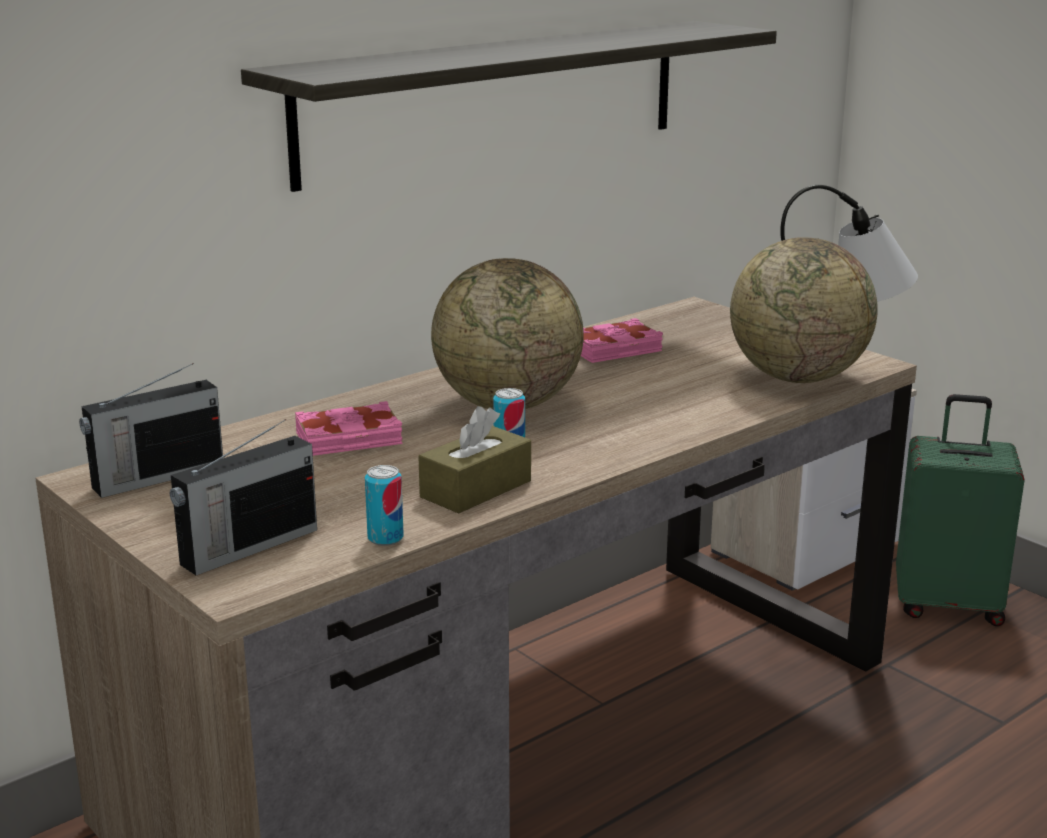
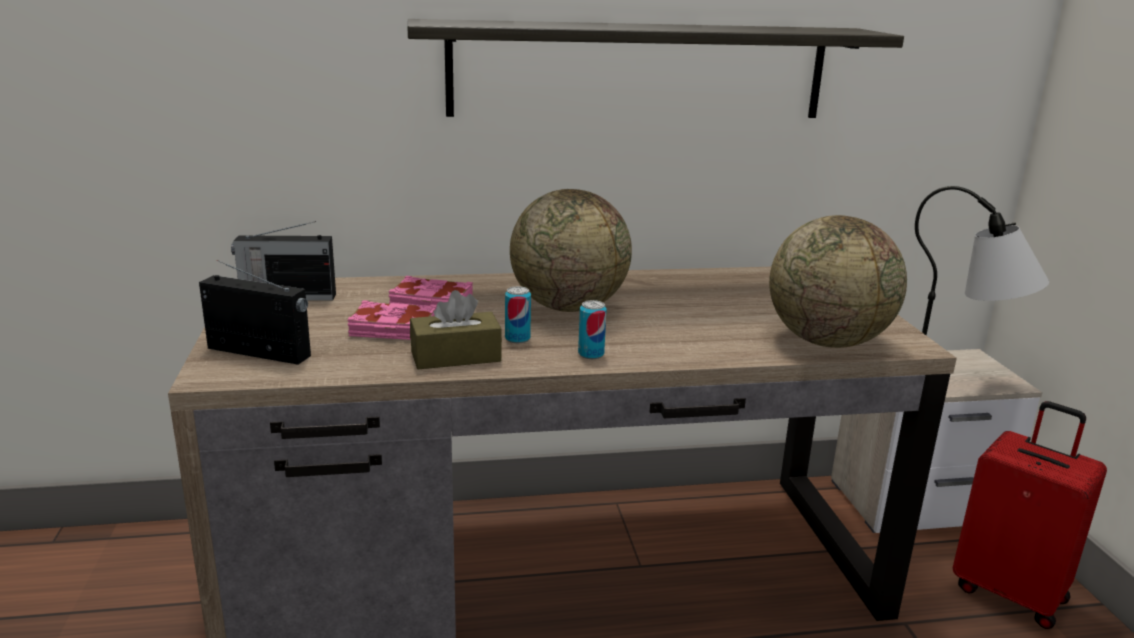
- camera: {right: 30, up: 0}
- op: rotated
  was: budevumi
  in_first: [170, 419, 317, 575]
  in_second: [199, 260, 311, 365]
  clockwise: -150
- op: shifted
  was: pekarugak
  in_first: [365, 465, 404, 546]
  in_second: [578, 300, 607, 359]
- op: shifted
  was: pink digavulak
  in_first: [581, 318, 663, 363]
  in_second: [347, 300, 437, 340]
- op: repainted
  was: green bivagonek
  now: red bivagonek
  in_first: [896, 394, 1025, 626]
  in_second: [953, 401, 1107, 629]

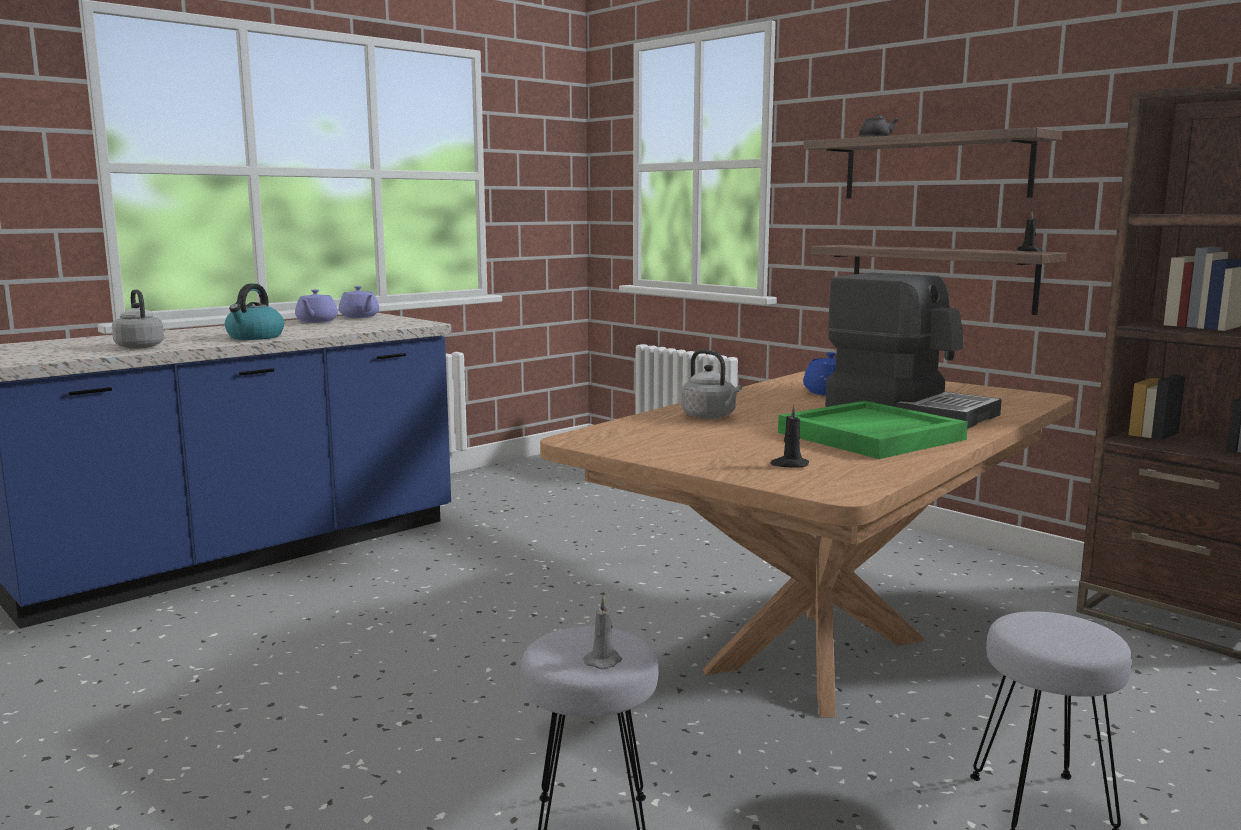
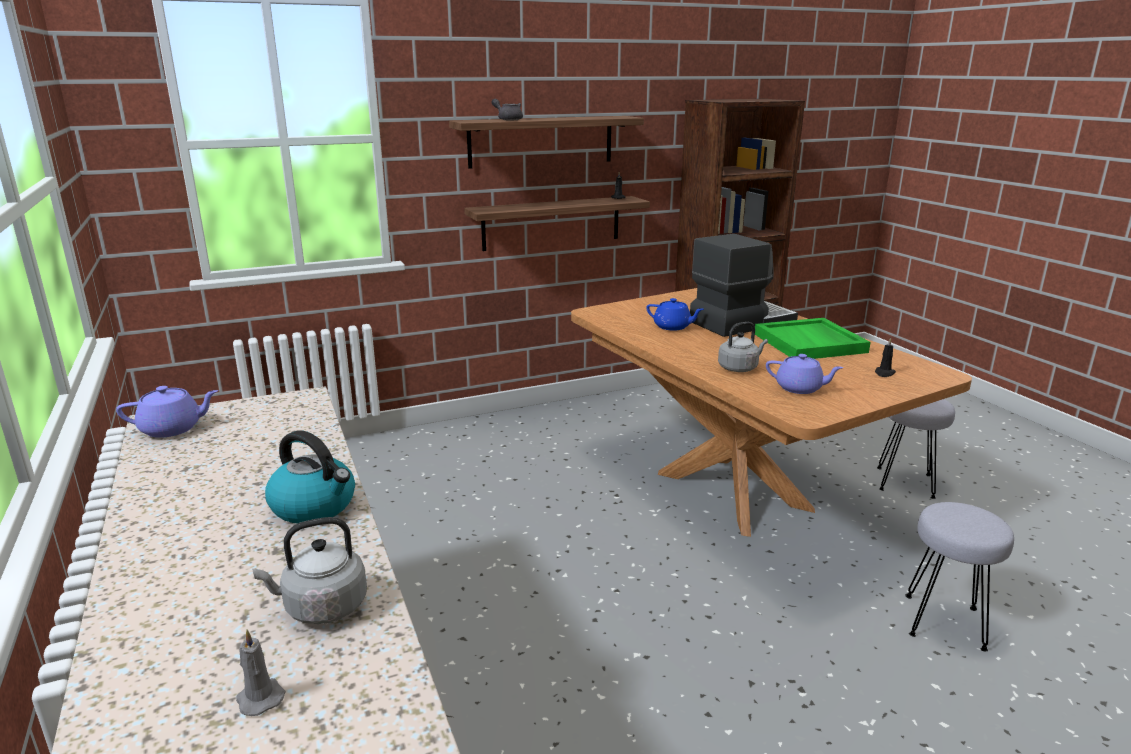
- camera: {right: -70, up: 10}
- op: shifted
  was: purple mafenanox
  in_first: [295, 289, 338, 323]
  in_second: [766, 354, 844, 394]
- op: shifted
  was: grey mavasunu
  in_first: [583, 596, 622, 670]
  in_second: [236, 630, 285, 716]

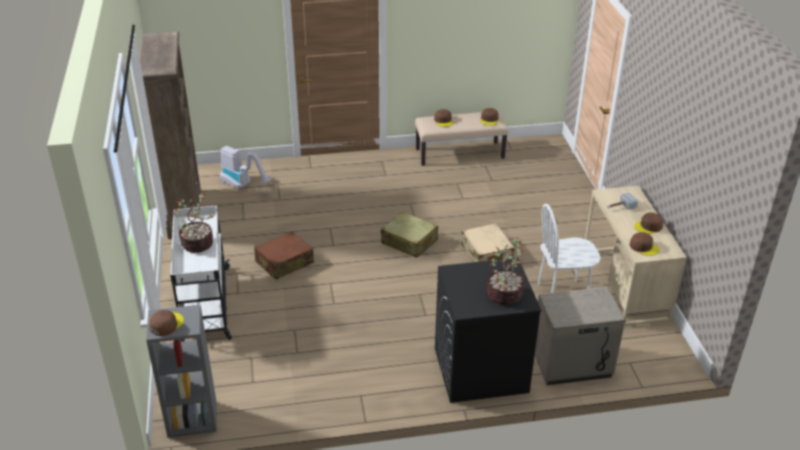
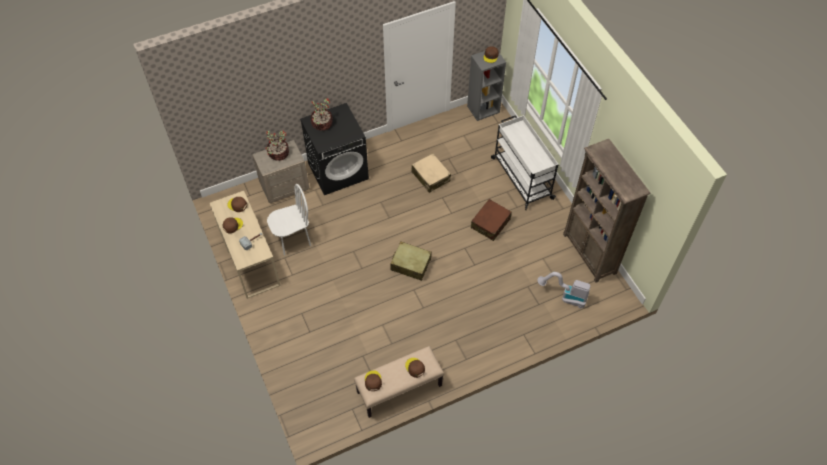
- camera: {right: 165, up: 20}
- op: shifted
  was: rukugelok
  in_first: [174, 194, 214, 253]
  in_second: [266, 131, 289, 161]
- op: shifted
  was: beige bivagonek
  in_first: [462, 223, 515, 262]
  in_second: [411, 153, 451, 193]

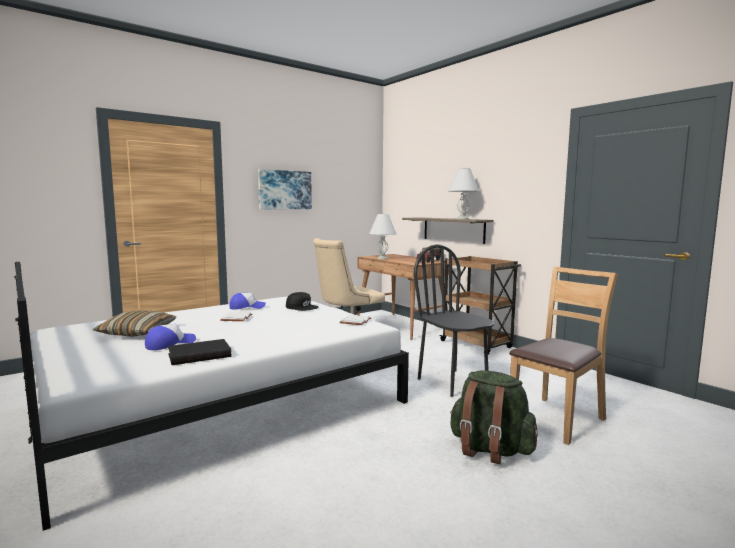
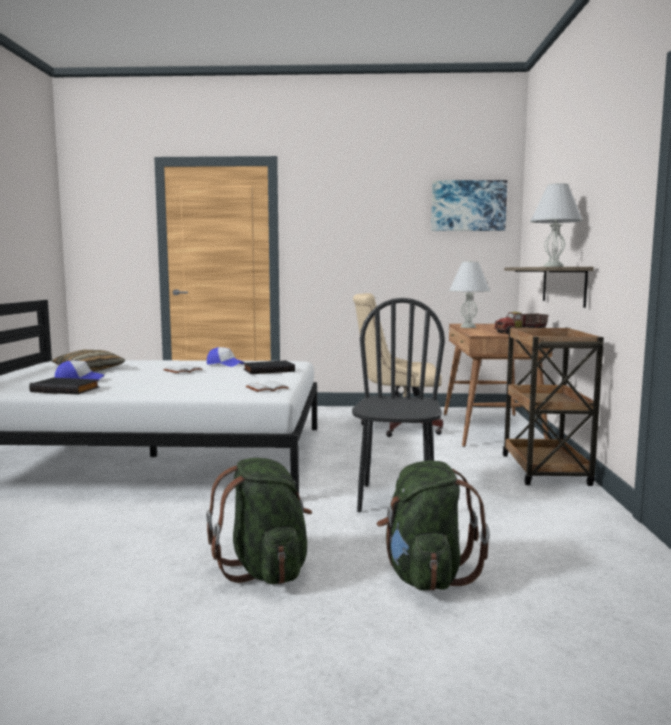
- camera: {right: 40, up: 0}
- op: shifted
  was: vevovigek
  in_first: [258, 169, 312, 209]
  in_second: [431, 180, 507, 231]
- op: swapped
  was: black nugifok
  now: black digavulak
  in_first: [286, 292, 318, 311]
  in_second: [243, 360, 295, 374]
- op: swapped
  was: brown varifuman
  now: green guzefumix
  in_first: [509, 267, 618, 445]
  in_second: [377, 460, 490, 591]

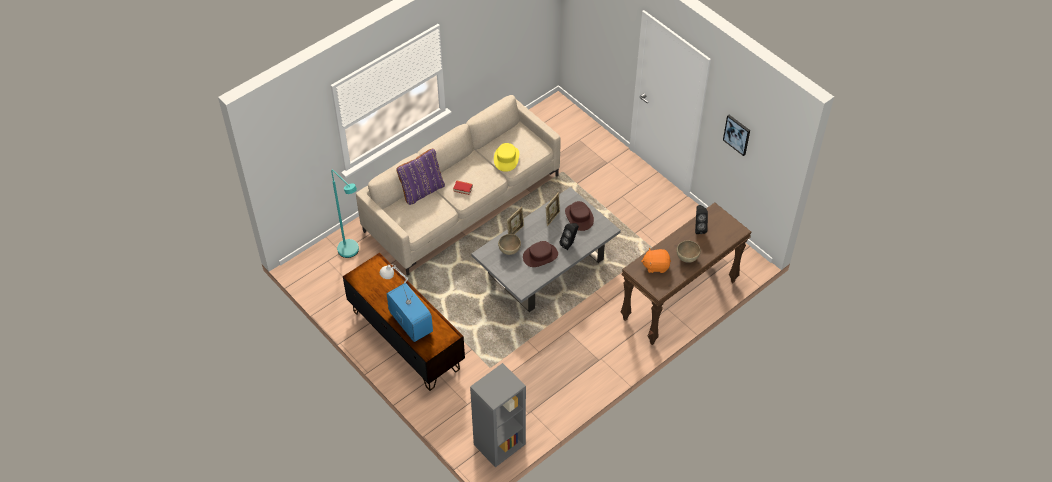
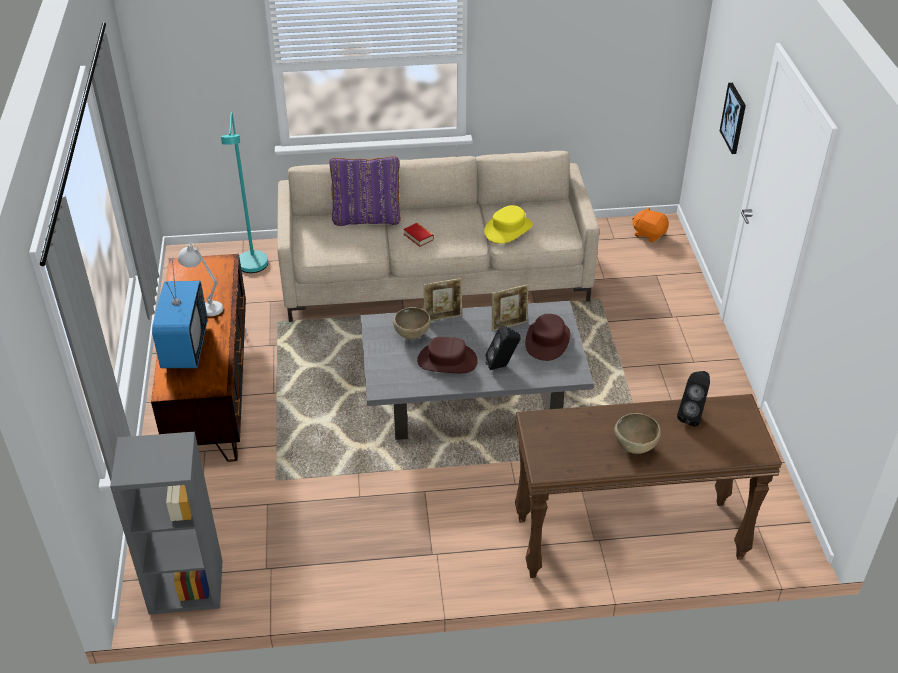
- camera: {right: 35, up: -10}
- op: shifted
  was: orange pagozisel
  in_first: [641, 248, 671, 273]
  in_second: [632, 208, 669, 242]
- op: shifted
  was: vevovigek
  in_first: [723, 115, 750, 156]
  in_second: [720, 83, 746, 154]

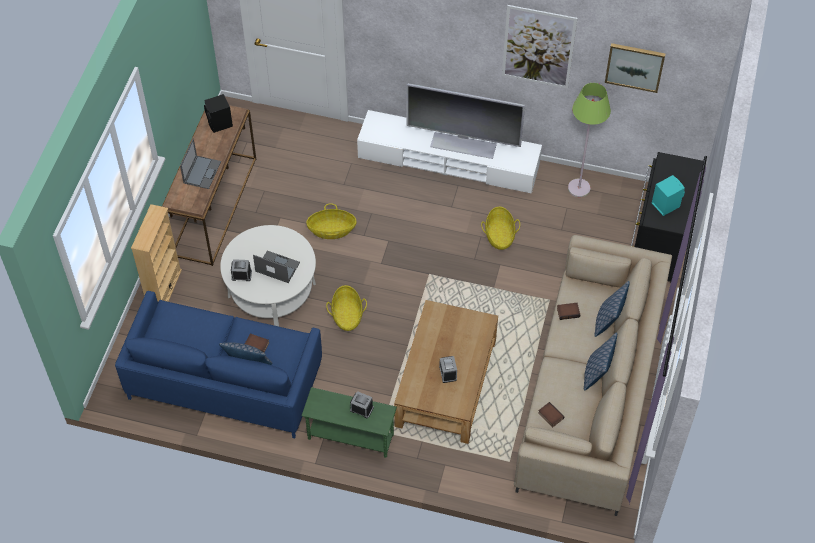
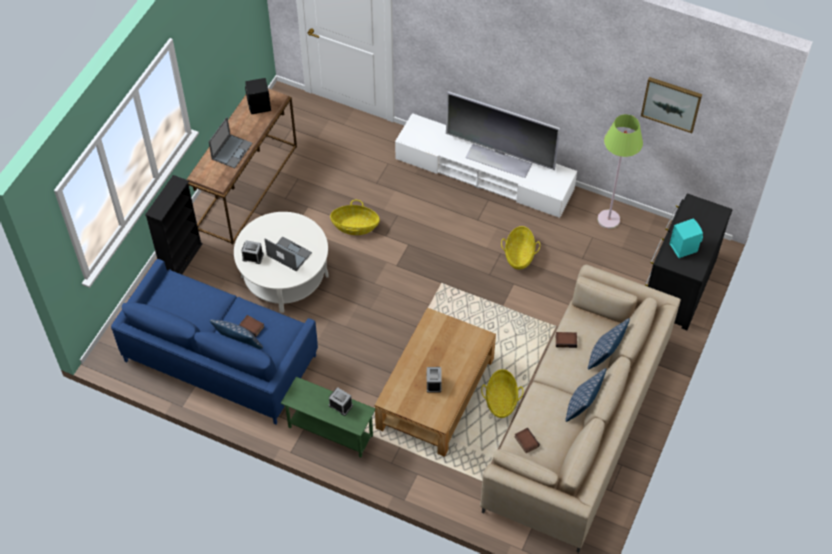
- camera: {right: 10, up: 0}
- op: repainted
  was: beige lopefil
  now: black lopefil
  in_first: [131, 204, 182, 302]
  in_second: [145, 175, 203, 274]
- op: shifted
  was: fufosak
  in_first: [326, 285, 367, 331]
  in_second: [481, 369, 524, 418]
- op: gone
  was: vevovigek
  in_first: [502, 5, 578, 89]

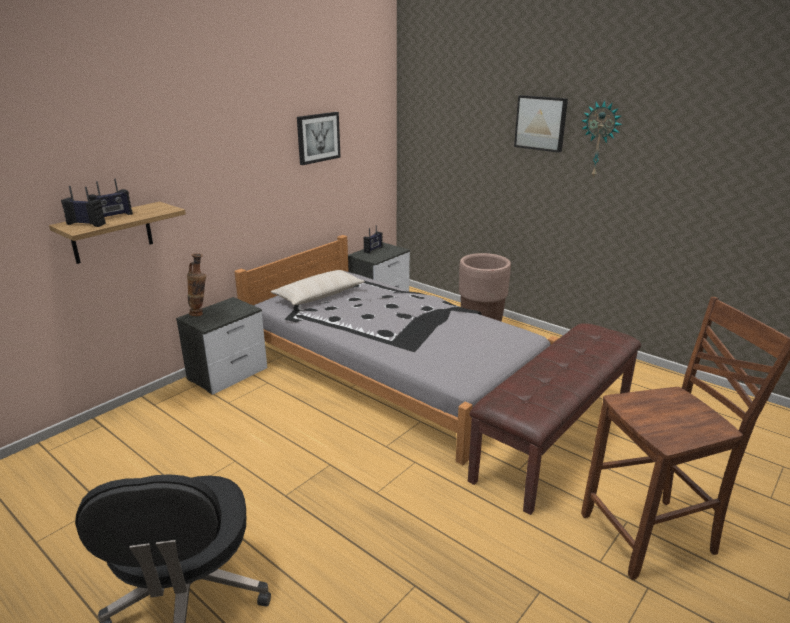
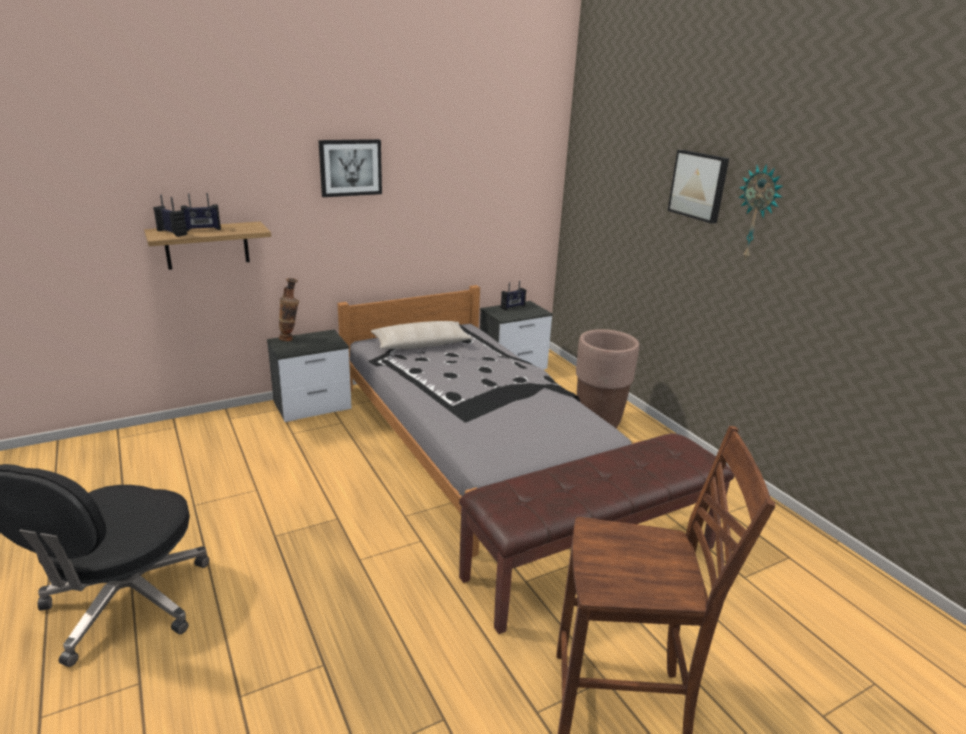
- camera: {right: 20, up: 0}
- op: shifted
  was: vevovigek
  in_first: [297, 112, 341, 165]
  in_second: [318, 139, 382, 197]

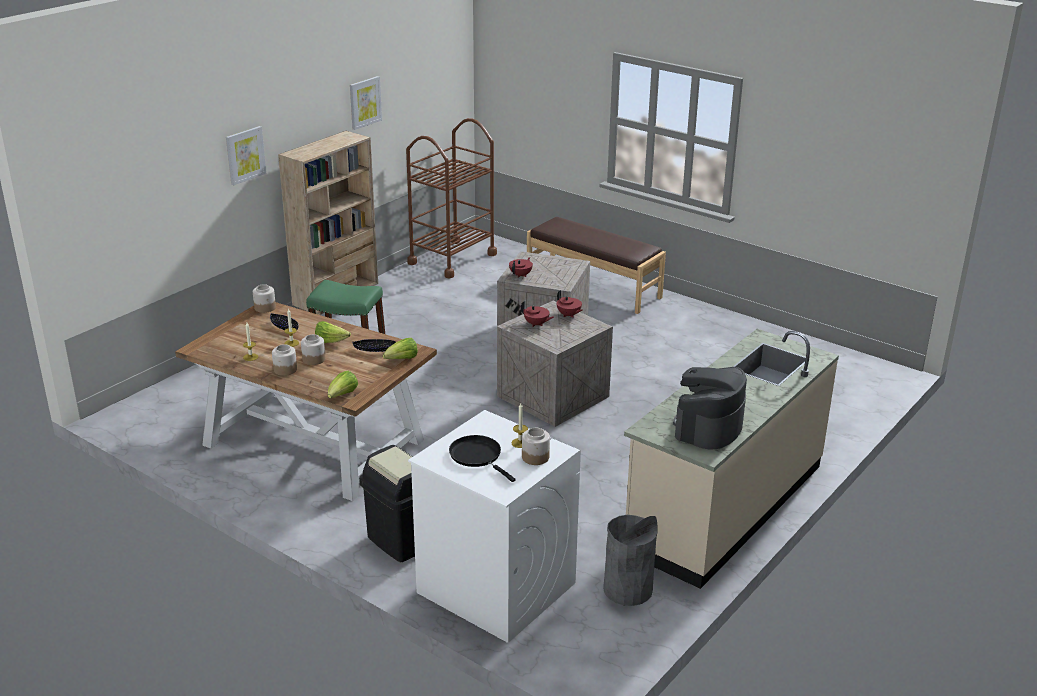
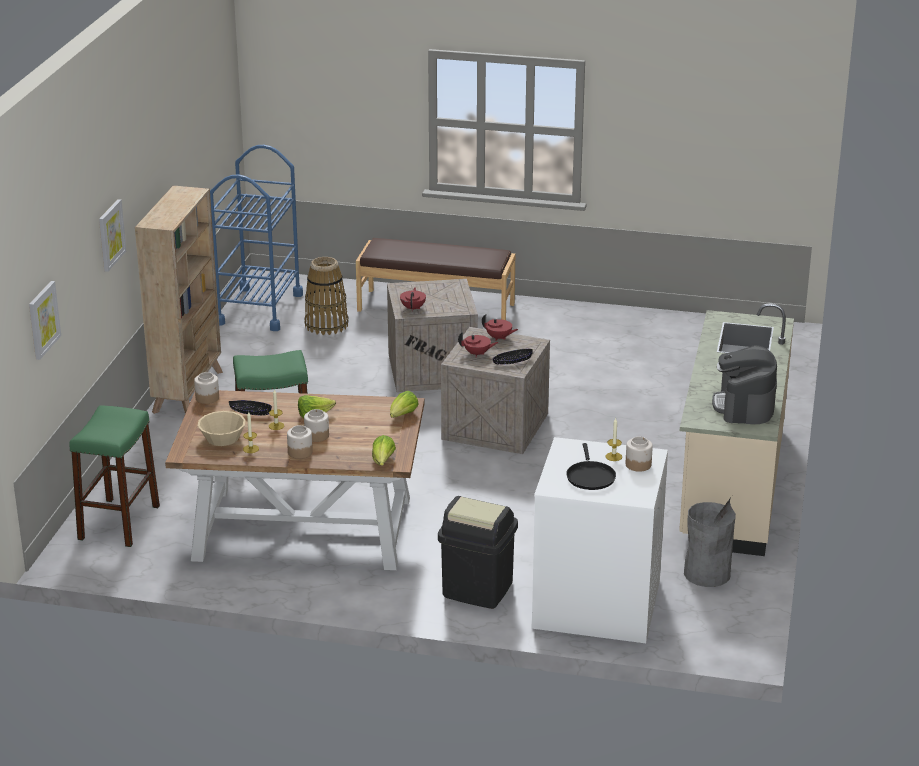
- camera: {right: -25, up: 0}
- op: shifted
  was: vevovigek
  in_first: [350, 76, 382, 130]
  in_second: [29, 281, 61, 360]
- op: shifted
  was: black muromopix
  in_first: [352, 339, 396, 352]
  in_second: [493, 349, 533, 365]
- op: repainted
  was: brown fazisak
  now: blue fazisak
  in_first: [406, 118, 497, 279]
  in_second: [210, 145, 303, 331]
- op: rotated
  was: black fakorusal
  in_first: [449, 435, 516, 482]
  in_second: [566, 443, 616, 490]
  clockwise: -120
- op: new
  now: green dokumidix
  in_second: [69, 406, 160, 547]
- op: new
  now: beige muromopix
  in_second: [198, 411, 245, 446]
- op: new
  now: fufosak
  in_second: [304, 257, 348, 335]

